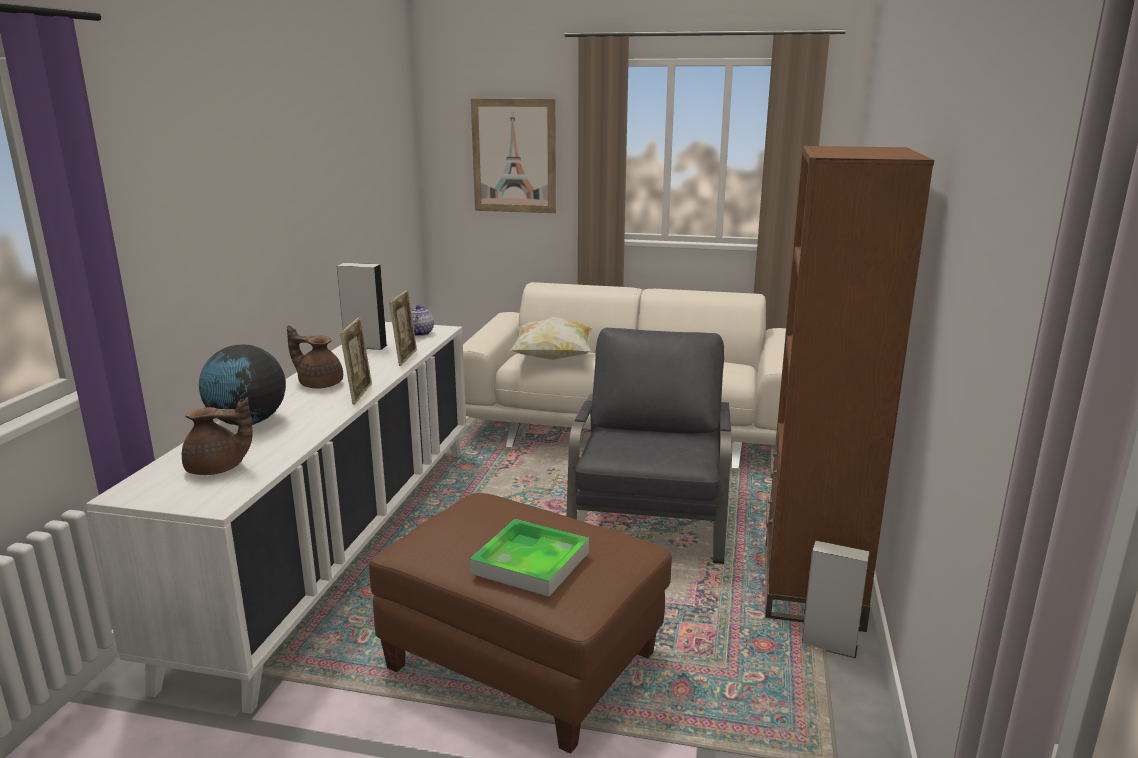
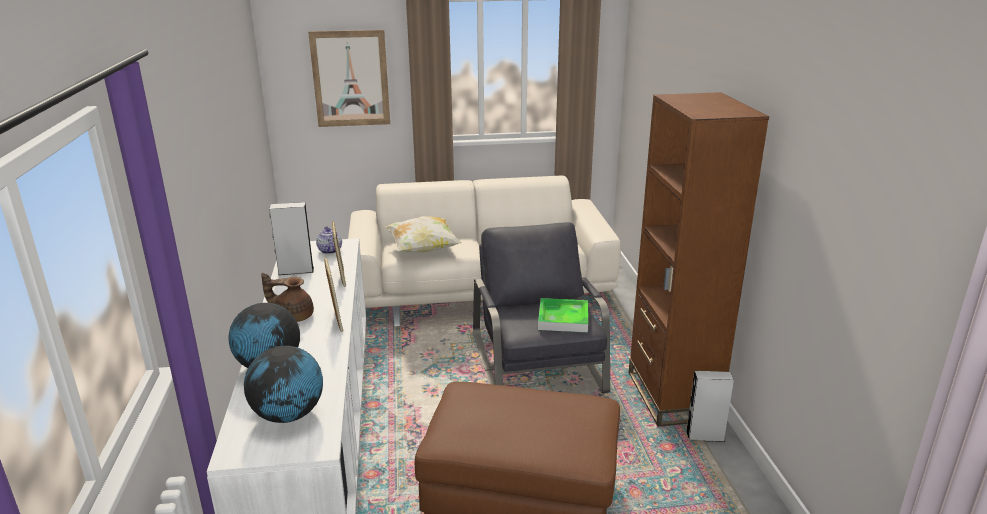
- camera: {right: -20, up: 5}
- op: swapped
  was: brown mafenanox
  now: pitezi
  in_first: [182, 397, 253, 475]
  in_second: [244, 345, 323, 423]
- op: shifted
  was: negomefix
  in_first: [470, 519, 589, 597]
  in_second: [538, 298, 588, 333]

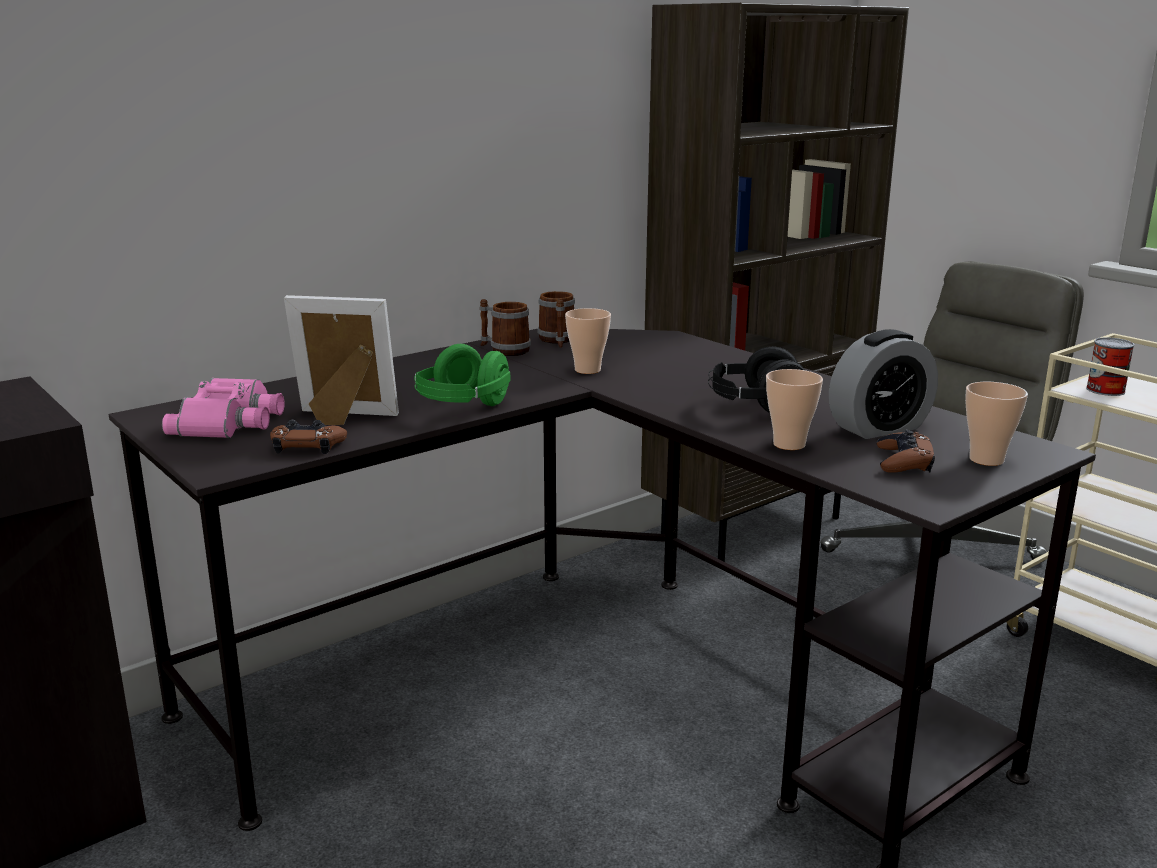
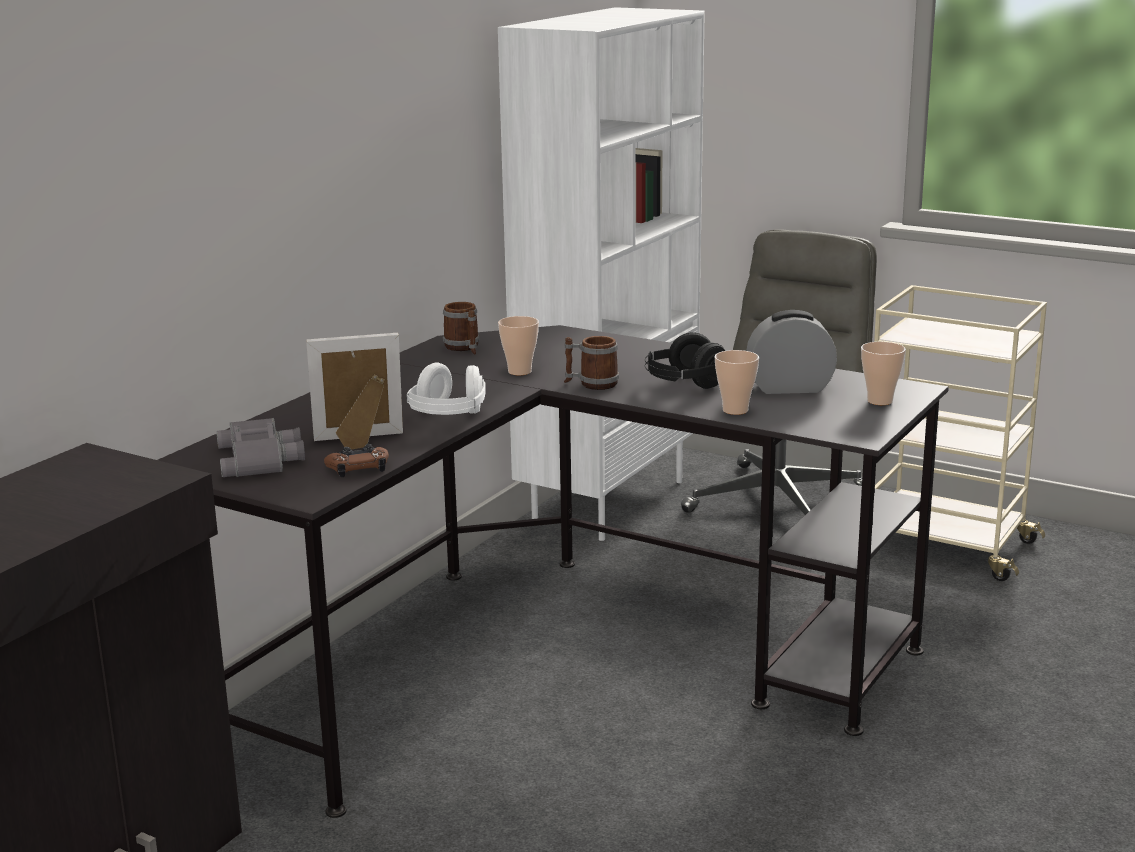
- camera: {right: -20, up: 0}
- op: repainted
  was: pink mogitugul
  now: grey mogitugul
  in_first: [162, 378, 285, 438]
  in_second: [216, 418, 305, 477]
- op: repainted
  was: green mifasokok
  now: white mifasokok
  in_first: [414, 344, 511, 406]
  in_second: [406, 362, 486, 415]
- op: shifted
  was: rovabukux
  in_first: [480, 299, 531, 356]
  in_second: [564, 336, 619, 390]
- op: repainted
  was: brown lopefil
  now: white lopefil
  in_first: [641, 3, 909, 562]
  in_second: [498, 7, 705, 541]
- op: rotated
  was: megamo
  in_first: [829, 329, 938, 439]
  in_second: [746, 310, 837, 394]
  clockwise: -135
- op: gone
  was: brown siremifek
  in_first: [877, 430, 935, 473]
- op: gone
  was: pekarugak
  in_first: [1086, 337, 1135, 396]

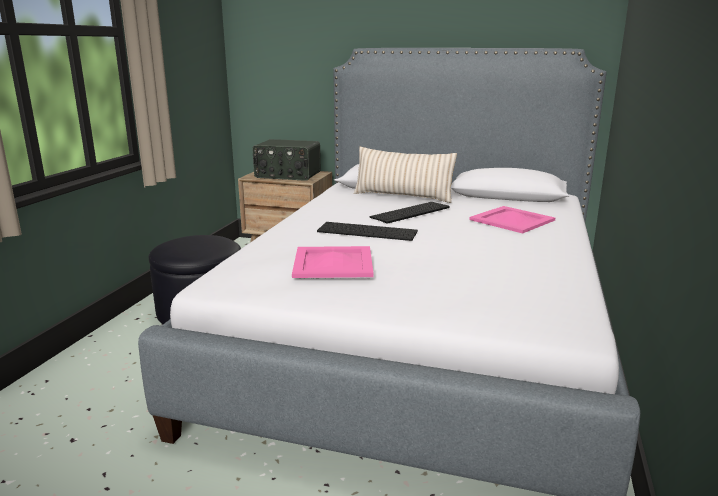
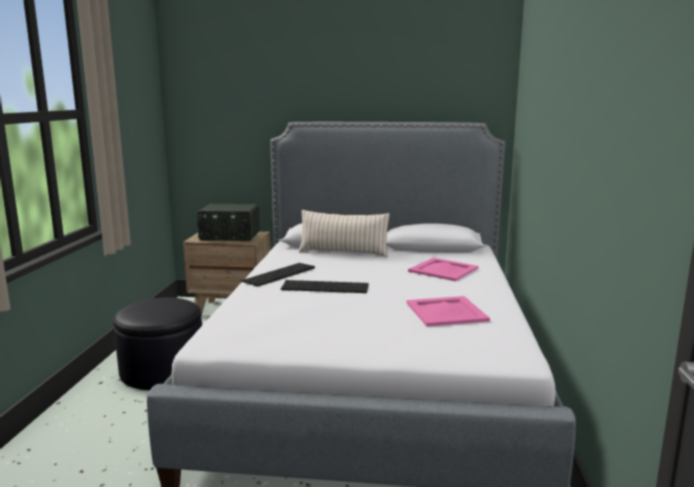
- camera: {right: -10, up: -5}
- op: shifted
  was: pink negomefix
  in_first: [292, 246, 374, 278]
  in_second: [406, 296, 490, 326]
- op: shifted
  was: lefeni
  in_first: [370, 202, 449, 223]
  in_second: [241, 263, 315, 287]

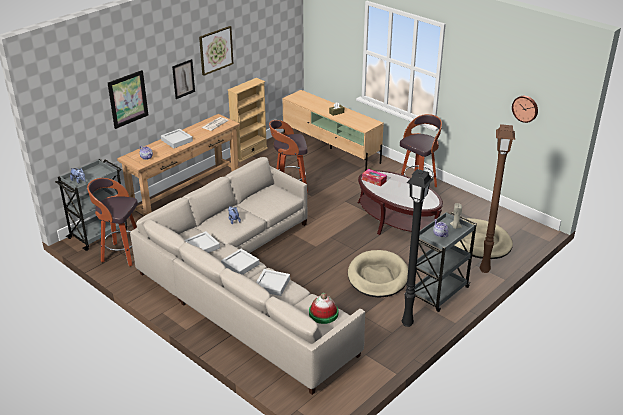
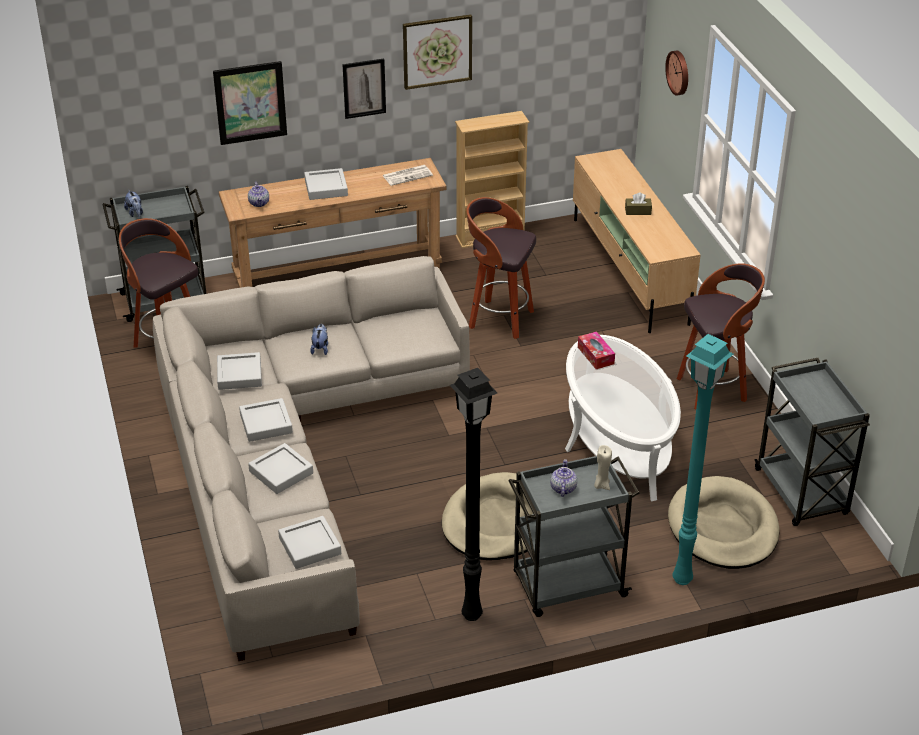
- camera: {right: 30, up: 5}
- op: swapped
  was: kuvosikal
  now: grey negomefix
  in_first: [309, 293, 338, 324]
  in_second: [278, 516, 341, 569]
- op: repainted
  was: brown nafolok
  now: white nafolok
  in_first: [358, 170, 443, 235]
  in_second: [565, 335, 681, 501]
- op: repainted
  was: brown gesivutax
  now: turquoise gesivutax
  in_first: [480, 124, 515, 273]
  in_second: [672, 334, 733, 585]
- op: shifted
  was: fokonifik
  in_first: [512, 96, 538, 123]
  in_second: [665, 50, 688, 96]
- op: new
  now: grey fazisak
  in_second: [754, 358, 870, 526]

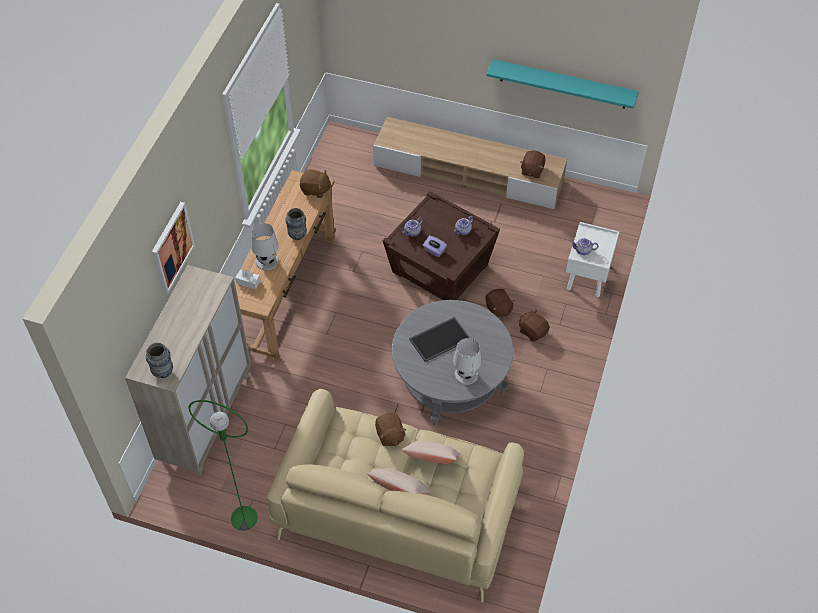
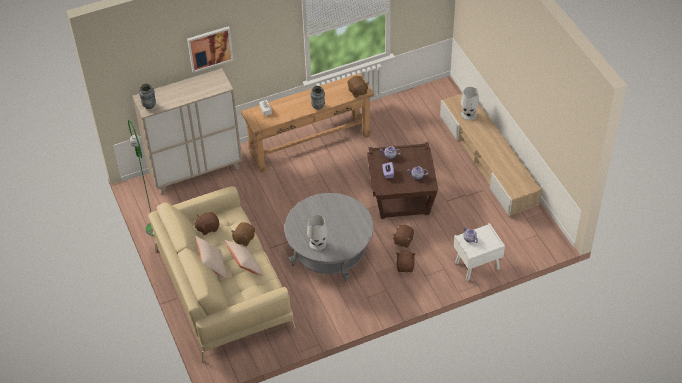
- camera: {right: 50, up: -5}
- op: shifted
  was: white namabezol
  in_first: [251, 223, 279, 271]
  in_second: [461, 87, 479, 120]
- op: gone
  was: negomefix
  in_first: [409, 317, 470, 362]
- op: gone
  was: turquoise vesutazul
  in_first: [486, 59, 639, 109]
- op: shifted
  was: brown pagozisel
  in_first: [520, 150, 545, 178]
  in_second: [194, 212, 219, 235]

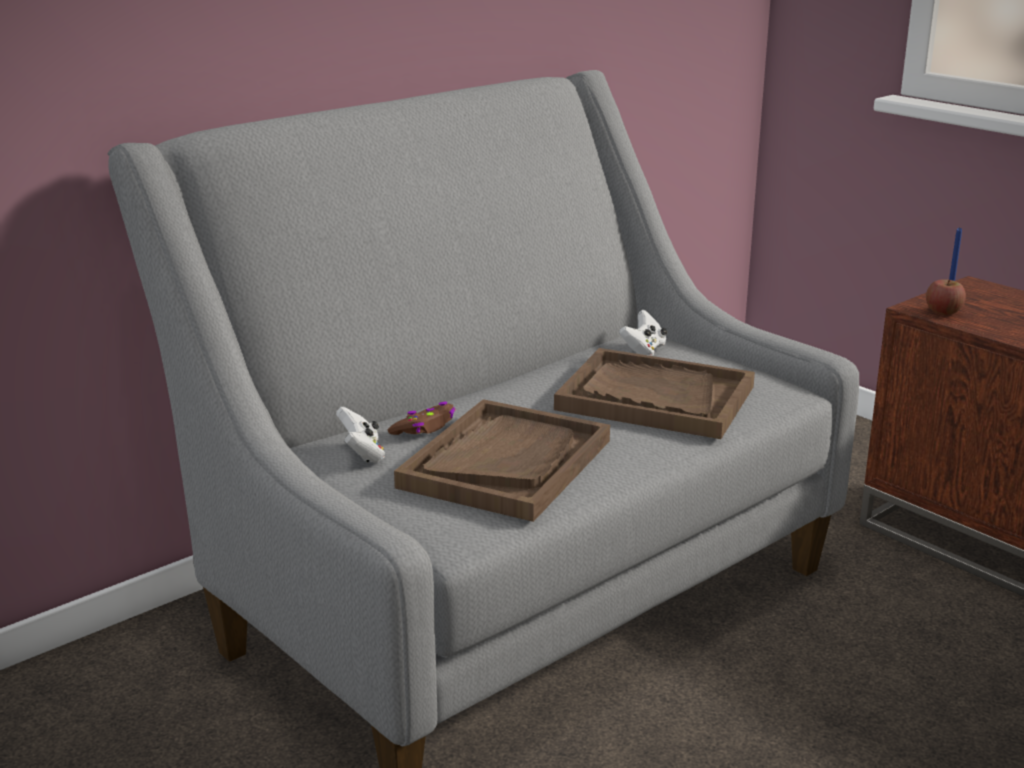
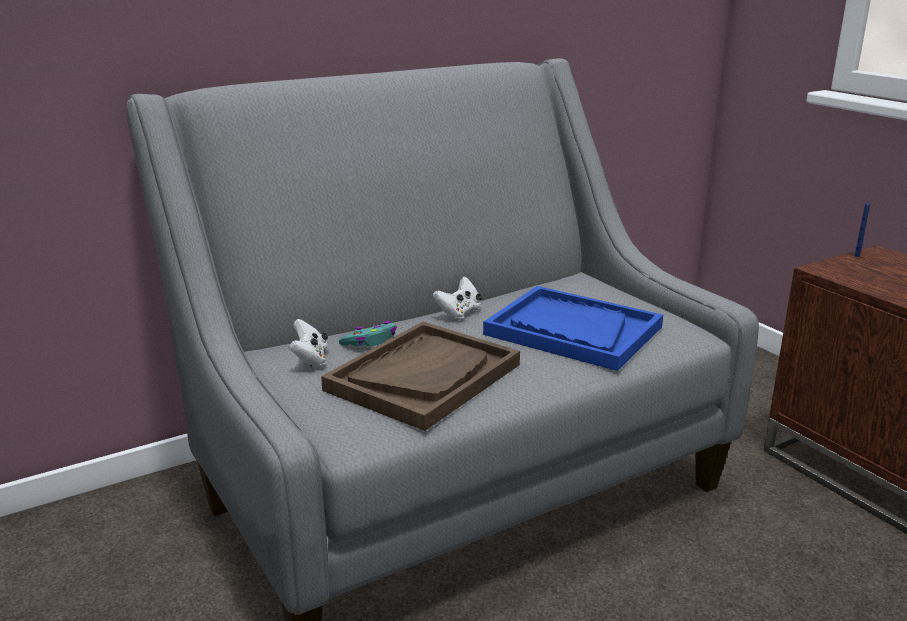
- camera: {right: 10, up: 0}
- op: repainted
  was: brown siremifek
  now: turquoise siremifek
  in_first: [388, 402, 455, 435]
  in_second: [339, 321, 397, 347]
- op: repainted
  was: brown negomefix
  now: blue negomefix
  in_first: [554, 348, 755, 439]
  in_second: [483, 286, 663, 371]
- op: shifted
  was: white siremifek
  in_first: [619, 310, 667, 356]
  in_second: [433, 277, 482, 320]
- op: gone
  was: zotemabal
  in_first: [926, 279, 966, 315]

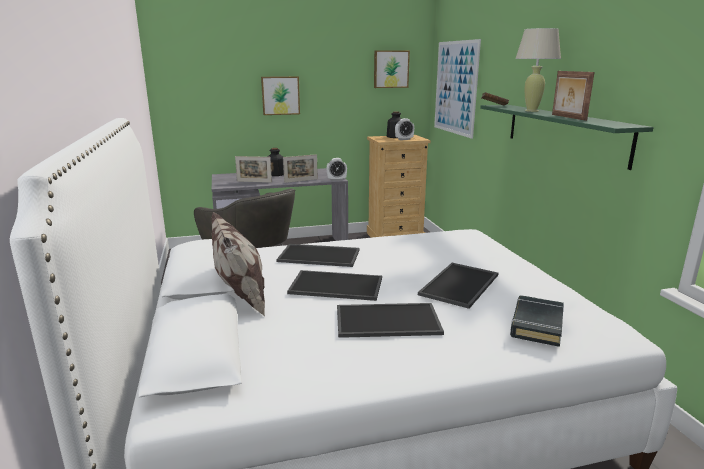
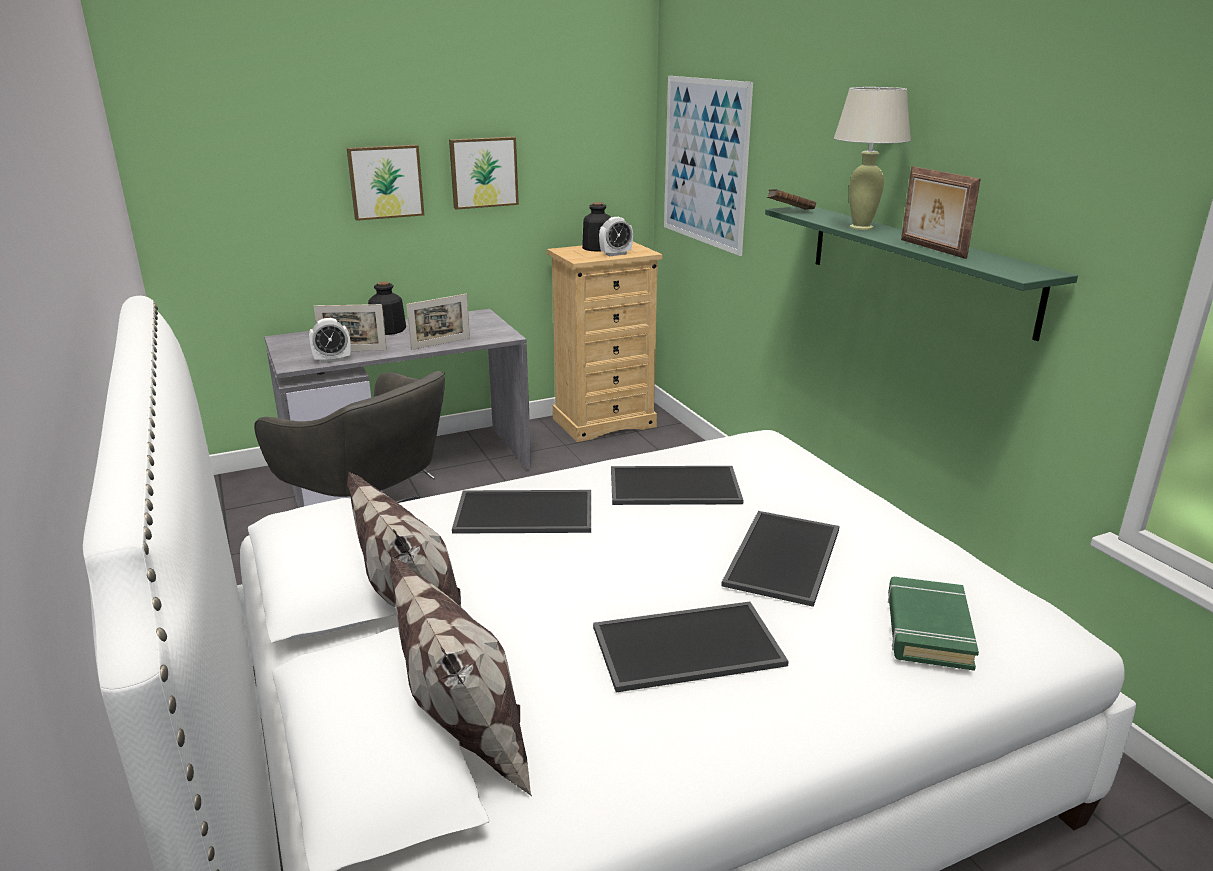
- camera: {right: -10, up: 5}
- op: shifted
  was: negomefix
  in_first: [287, 270, 382, 301]
  in_second: [611, 466, 744, 505]
- op: shifted
  was: megamo
  in_first: [327, 158, 347, 181]
  in_second: [309, 318, 351, 363]
- op: shifted
  was: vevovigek
  in_first: [374, 50, 410, 88]
  in_second: [449, 137, 519, 210]
- op: repainted
  was: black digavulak
  now: green digavulak
  in_first: [510, 295, 564, 347]
  in_second: [888, 577, 979, 671]
- op: new
  now: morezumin
  in_second: [389, 557, 532, 796]

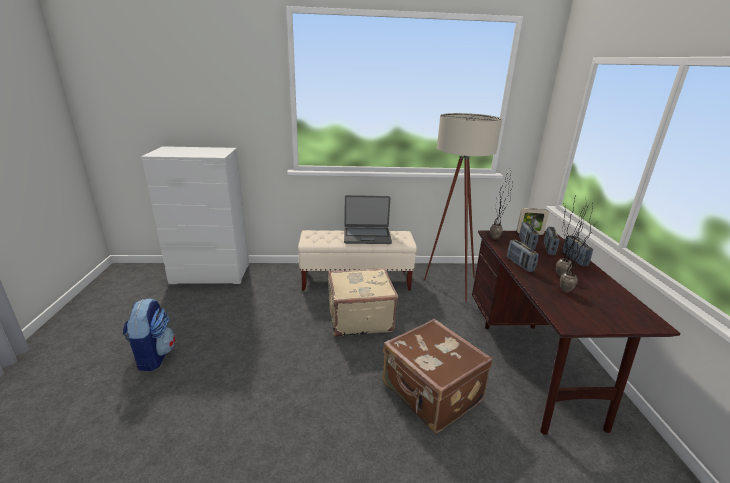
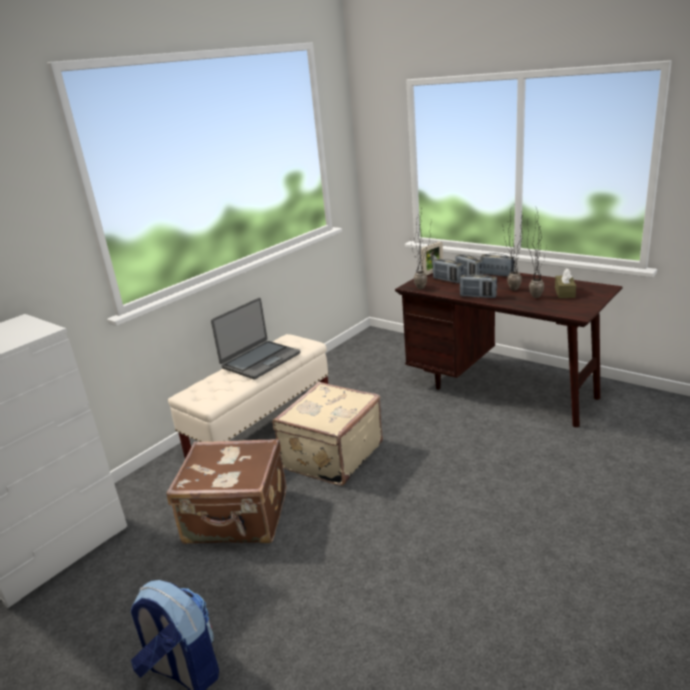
- camera: {right: -45, up: 0}
- op: shifted
  was: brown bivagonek
  in_first: [383, 319, 493, 433]
  in_second: [166, 438, 286, 544]
- op: gone
  was: beige gesivutax
  in_first: [424, 113, 502, 302]
- op: new
  now: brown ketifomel
  in_second: [555, 268, 576, 298]

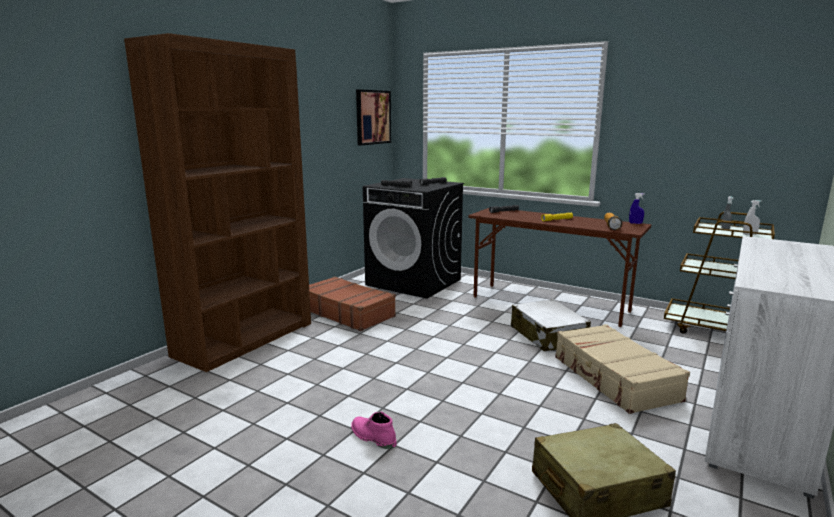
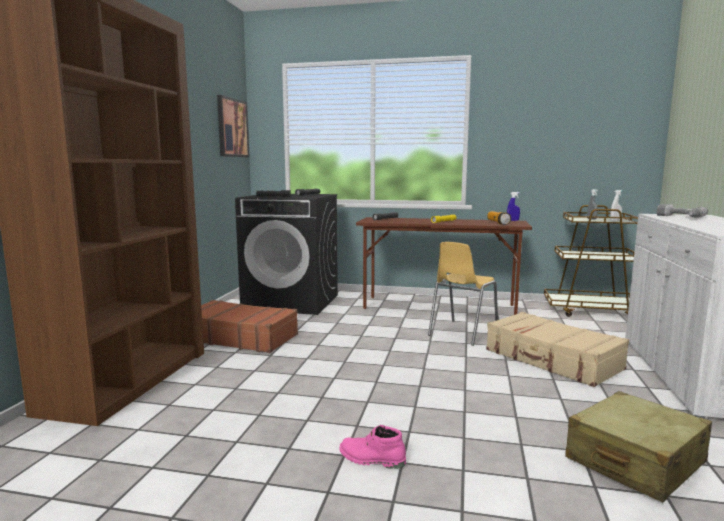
- camera: {right: -20, up: -5}
- op: swapped
  was: white bivagonek
  now: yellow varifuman
  in_first: [511, 299, 591, 351]
  in_second: [428, 242, 498, 346]
- op: new
  now: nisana
  in_second: [657, 204, 708, 218]

